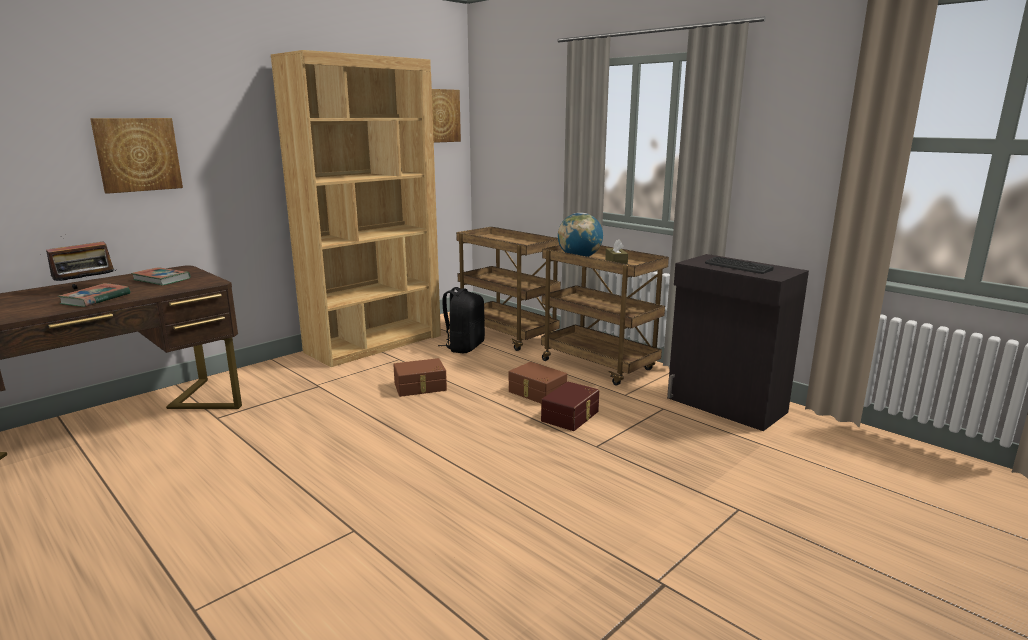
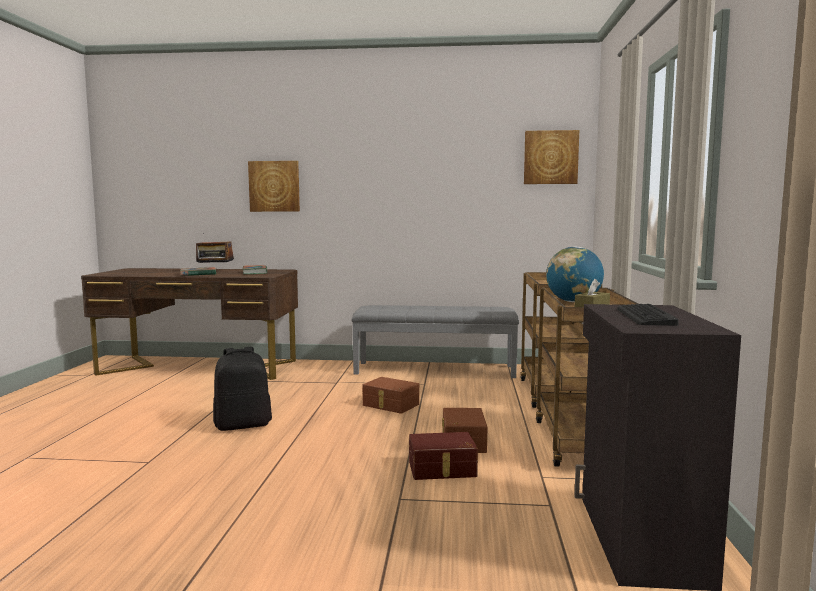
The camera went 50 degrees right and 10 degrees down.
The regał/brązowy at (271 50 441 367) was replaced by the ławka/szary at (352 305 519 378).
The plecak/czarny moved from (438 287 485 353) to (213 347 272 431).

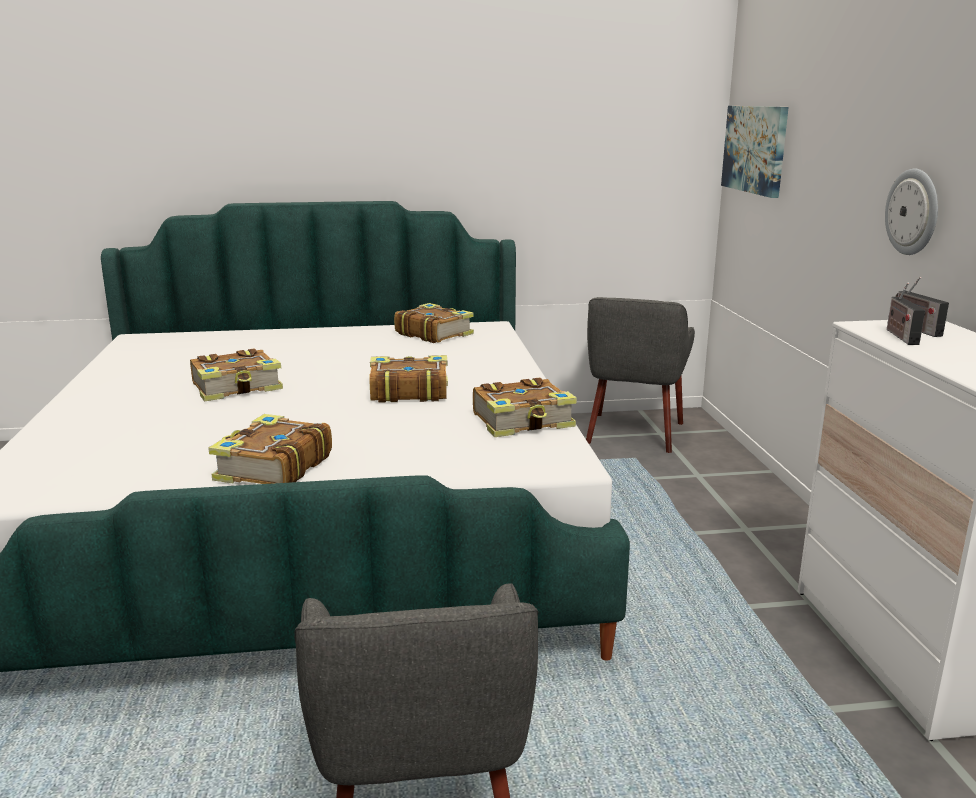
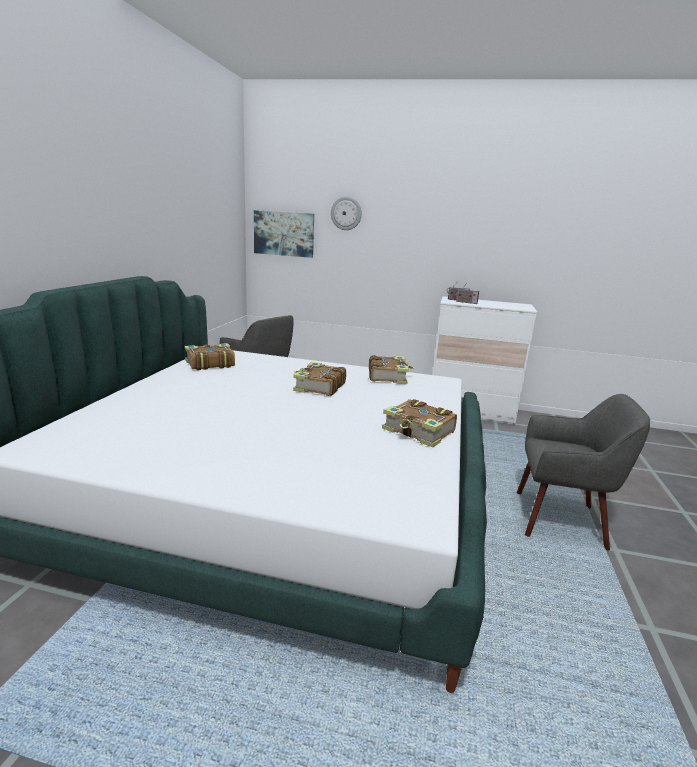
The camera went 70 degrees left and 0 degrees up.
The zegar ścienny moved from (885 168 938 255) to (331 196 362 230).
The książka at (190 348 283 402) disappeared.

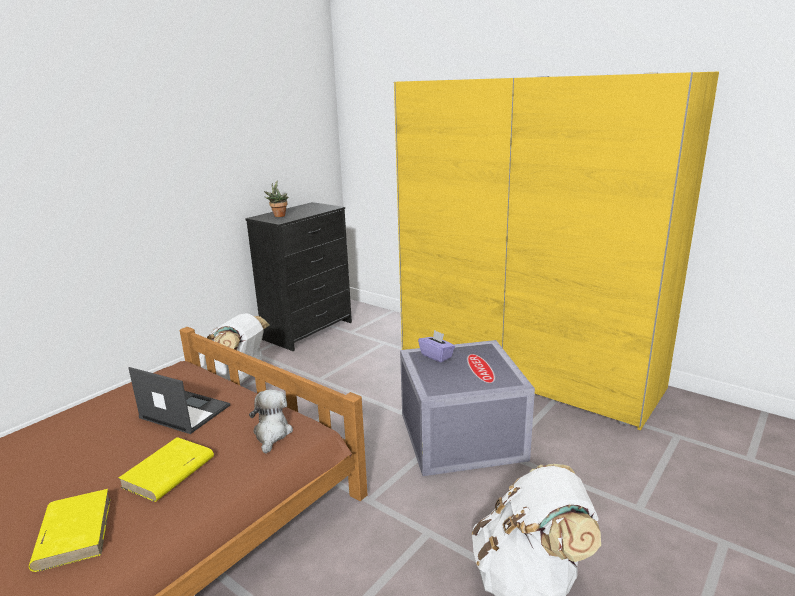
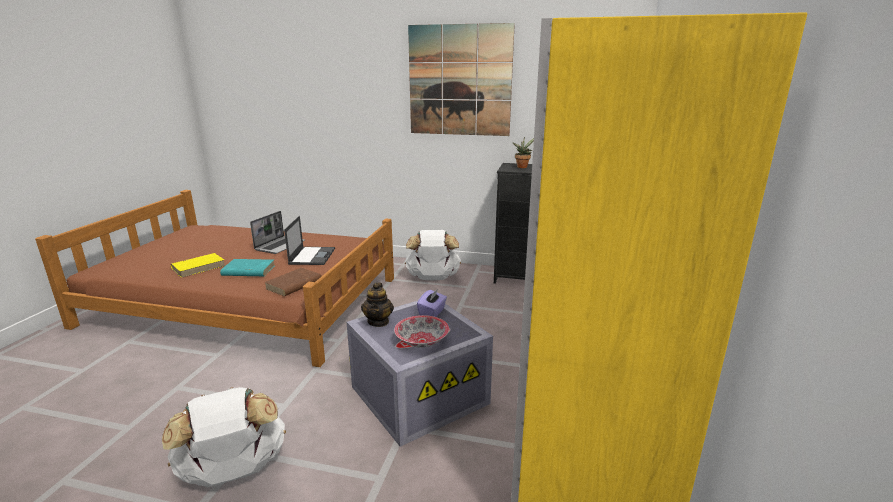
The camera went 65 degrees right and 0 degrees up.
The pluszak at (249 389 293 454) was replaced by the książka/brązowy at (264 268 322 296).
The książka/żółty at (119 437 214 502) became the książka/turkusowy at (220 259 275 276).
The obraz at (408 23 515 136) appeared.
The laptop at (250 211 305 254) appeared.
The imbryk at (361 282 394 327) appeared.
The miska at (394 315 449 348) appeared.

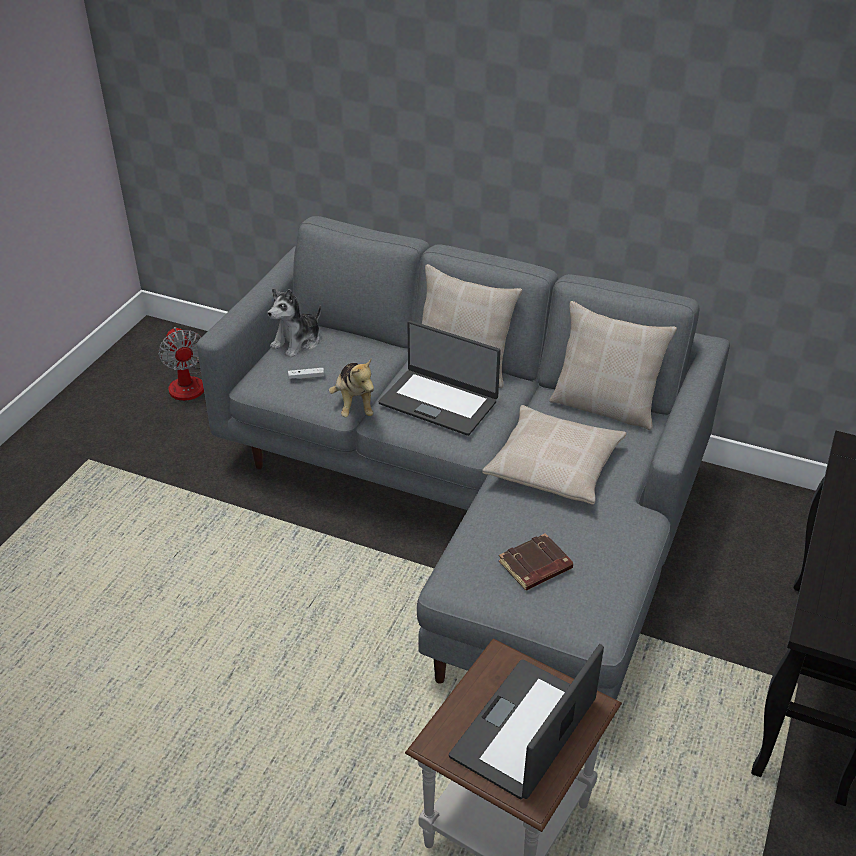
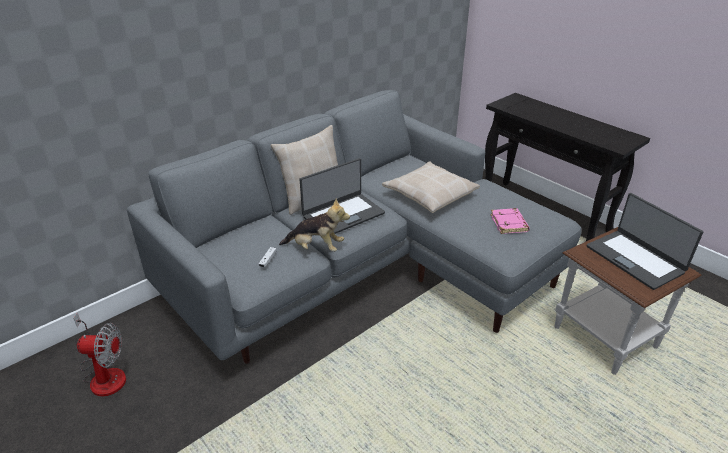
The camera went 65 degrees left and 5 degrees down.
The pluszak at (268 288 321 358) disappeared.
The poduszka/beżowy at (549 301 677 430) disappeared.
The książka/brązowy at (499 533 573 590) became the książka/różowy at (490 208 530 234).

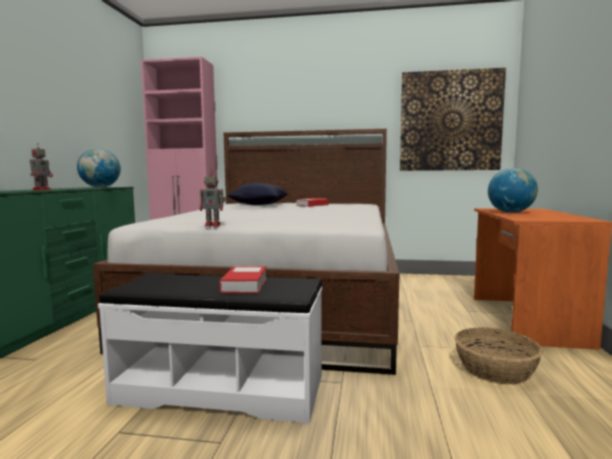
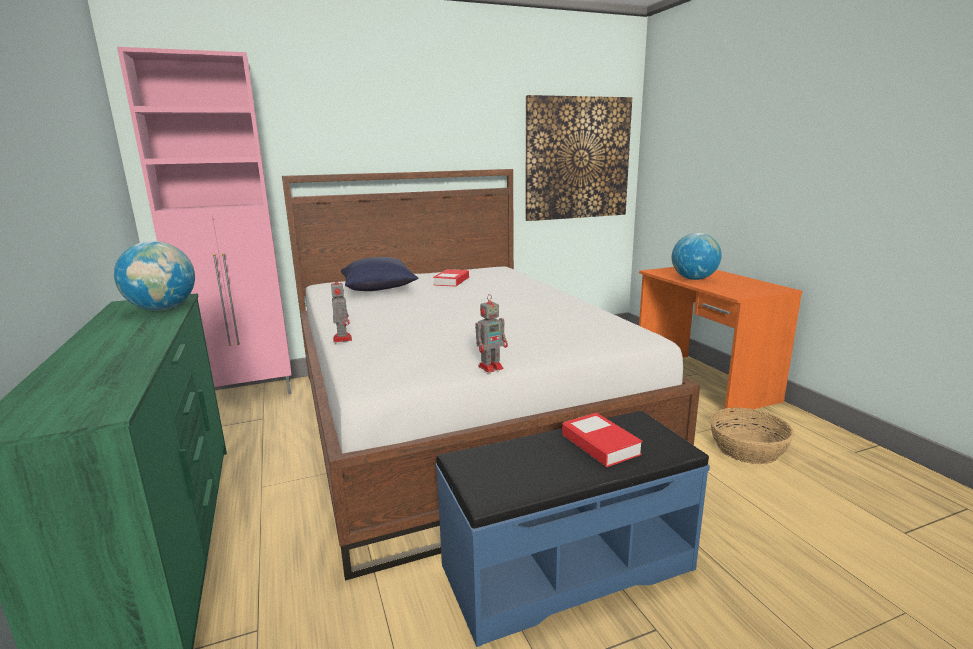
The camera went 30 degrees left and 10 degrees up.
The robot zabawkowy moved from (30 144 53 190) to (331 280 352 342).
The ławka/biały at (98 273 322 424) became the ławka/niebieski at (436 411 710 647).

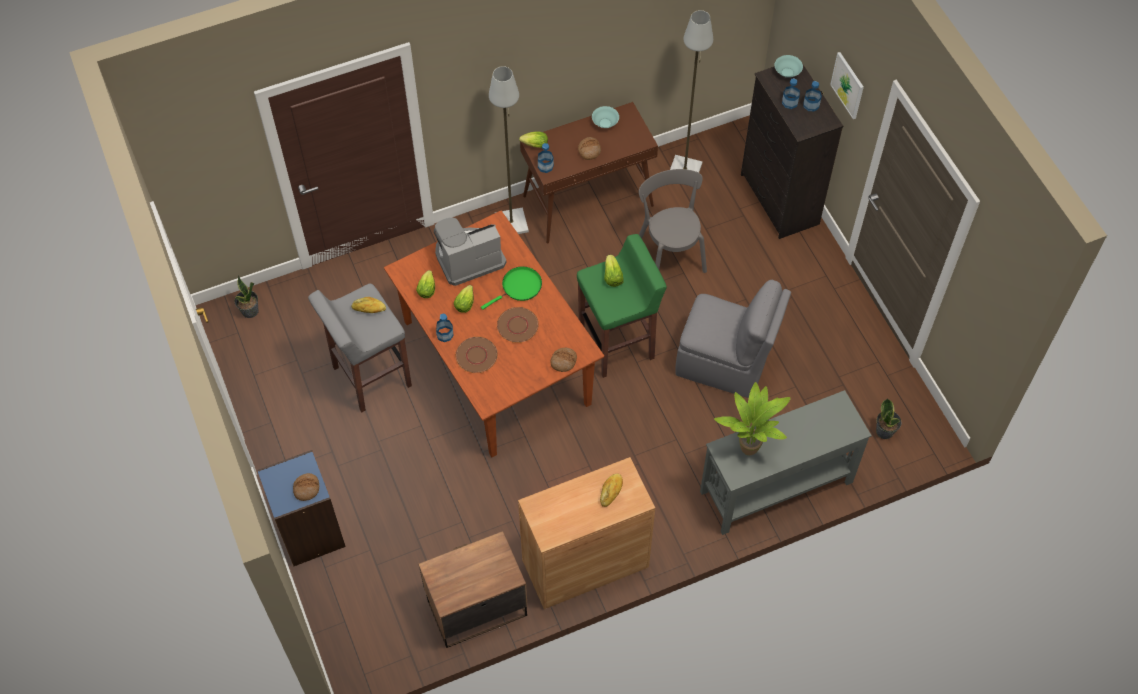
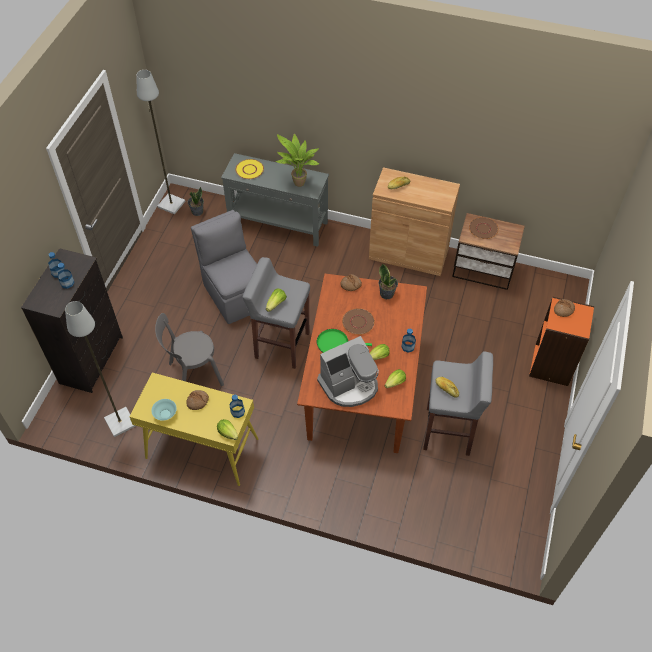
The camera went 140 degrees left and 5 degrees down.
The obraz at (830 52 864 119) disappeared.
The miska/turkusowy at (774 55 803 78) disappeared.
The lampa stojąca/szary moved from (489 66 529 234) to (137 70 185 214).
The stolik konsolowy/brązowy at (520 102 658 243) became the stolik konsolowy/żółty at (130 373 258 486).
The krzesło/szary at (639 169 707 273) turned 45 degrees clockwise.
The ekspres do kawy at (434 217 506 286) turned 45 degrees counterclockwise.
The stołek/zielony at (577 234 667 378) became the stołek/szary at (242 257 310 369).
The roślina doniczkowa moved from (235 276 259 318) to (379 264 398 299).
The talerz/brązowy moved from (455 336 498 373) to (469 217 499 239).
The regał/niebieski at (257 450 346 567) became the regał/pomarańczowy at (529 297 594 386).
The talerz/żółty at (235 159 264 179) appeared.

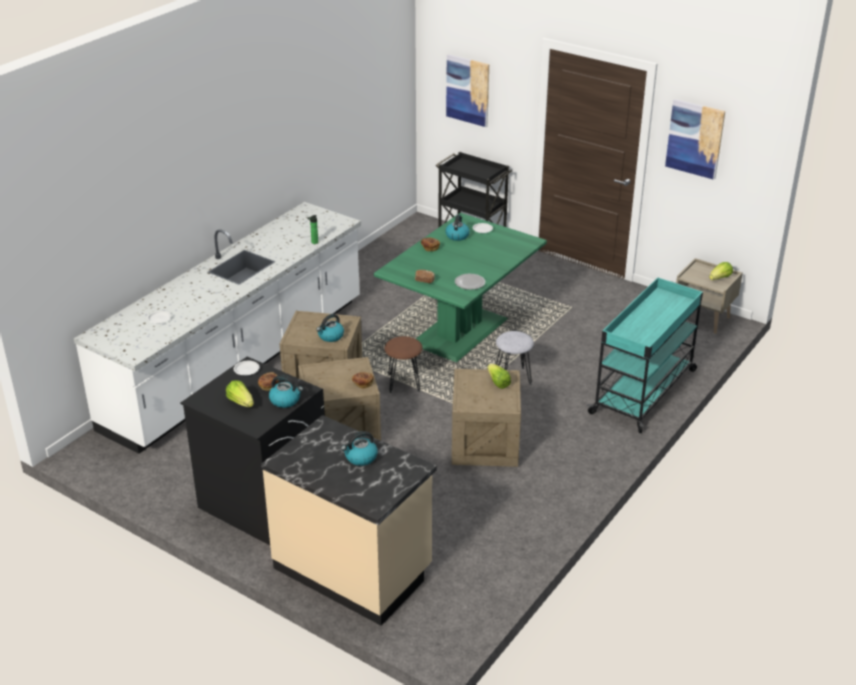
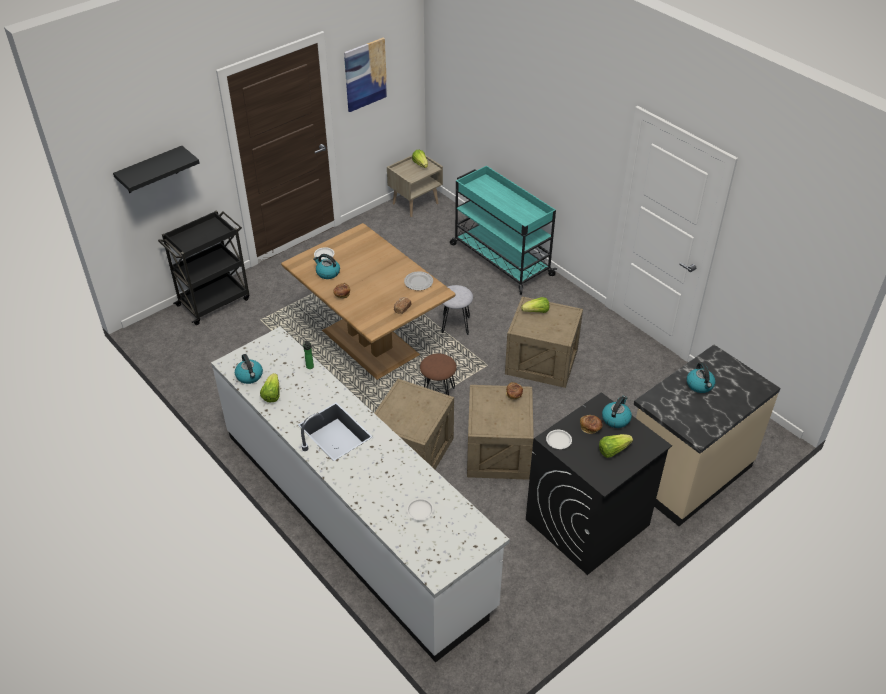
The camera went 75 degrees left and 10 degrees up.
The obraz at (446 54 489 127) was replaced by the półka/czarny at (113 146 200 193).
The stół jadalny/zielony at (374 213 547 362) became the stół jadalny/brązowy at (281 223 455 380).
The czajnik moved from (316 314 344 342) to (235 354 263 384).
The sałata at (260 373 280 402) appeared.

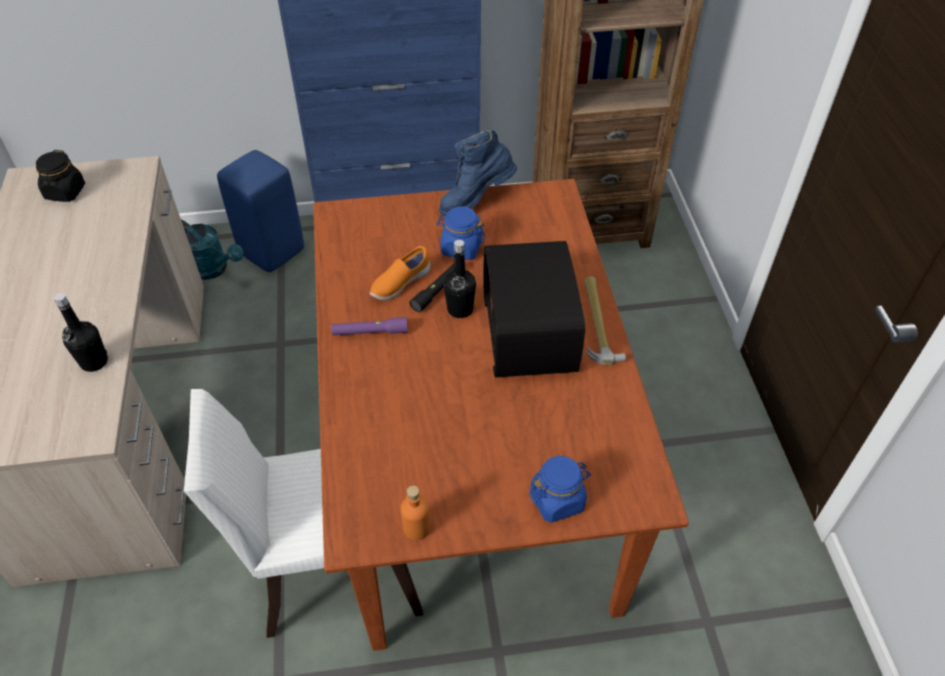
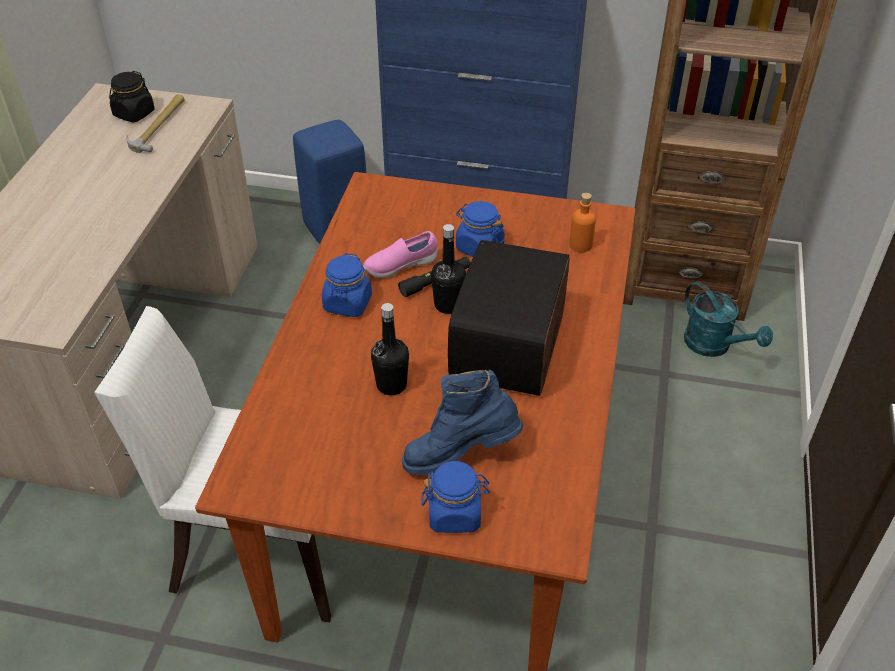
The camera went 20 degrees right and 5 degrees down.
The but z cholewką/niebieski moved from (439 129 517 217) to (402 369 523 474).
The konewka/turkusowy moved from (181 220 244 280) to (684 281 773 357).
The but/pomarańczowy at (370 246 430 300) became the but/różowy at (363 231 438 278).
The młotek moved from (584 277 626 365) to (126 94 185 153).
The butelka/czarny moved from (54 293 108 372) to (371 303 409 395).
The latarka/fioletowy at (331 317 408 335) was replaced by the słoik/niebieski at (322 253 372 317).
The butelka/pomarańczowy moved from (400 486 431 540) to (569 193 596 253).

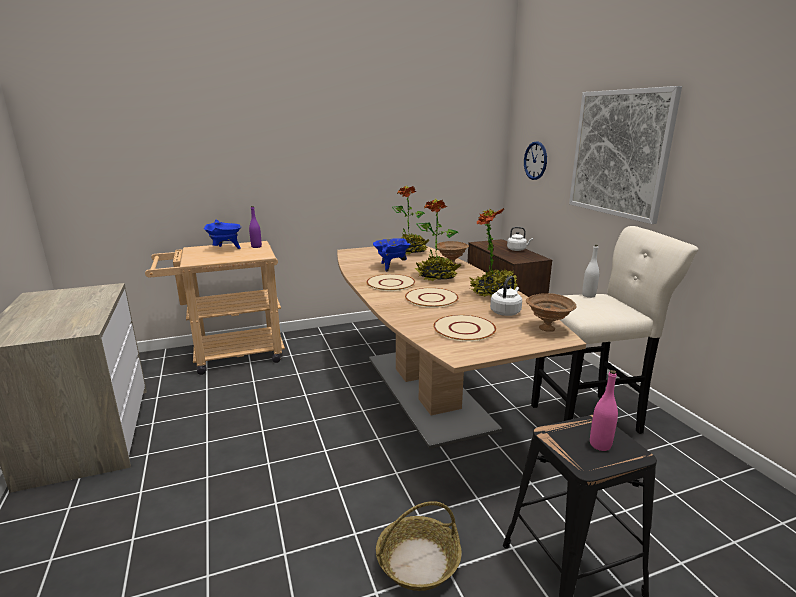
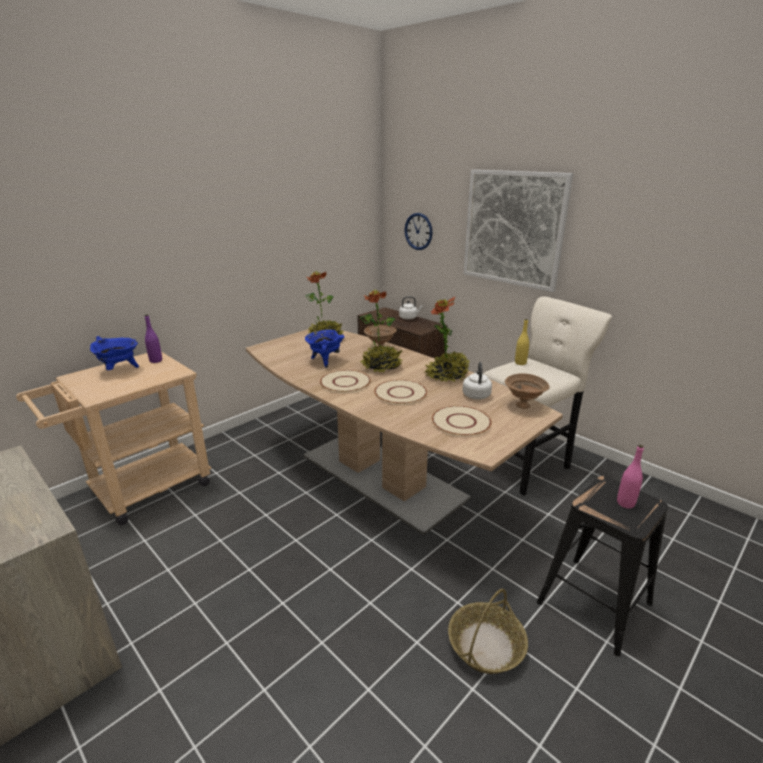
The camera went 25 degrees left and 5 degrees up.
The butelka/biały at (582 245 599 298) became the butelka/żółty at (515 319 529 365).

